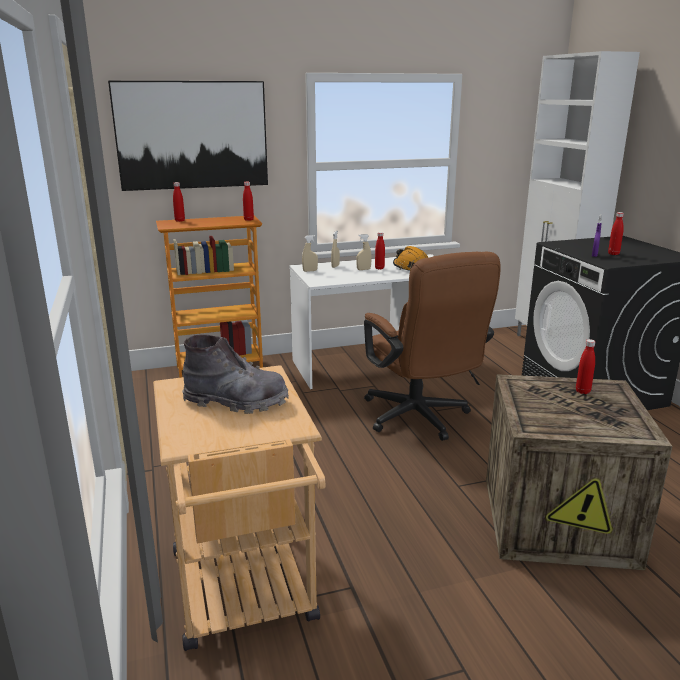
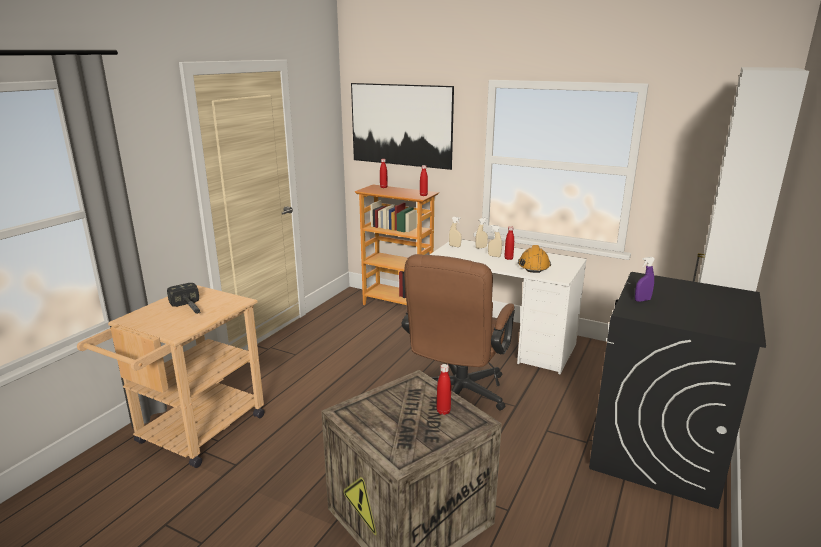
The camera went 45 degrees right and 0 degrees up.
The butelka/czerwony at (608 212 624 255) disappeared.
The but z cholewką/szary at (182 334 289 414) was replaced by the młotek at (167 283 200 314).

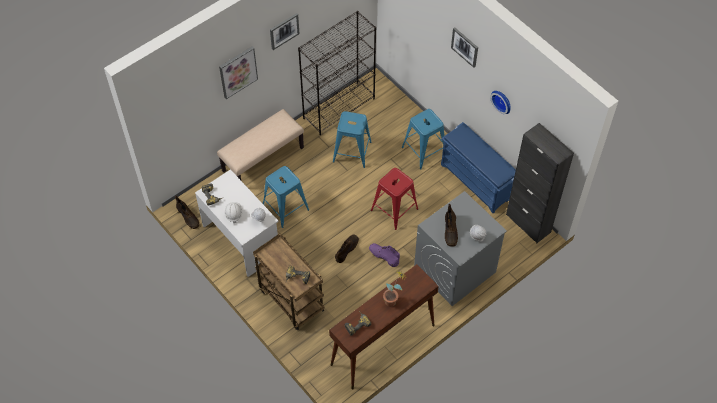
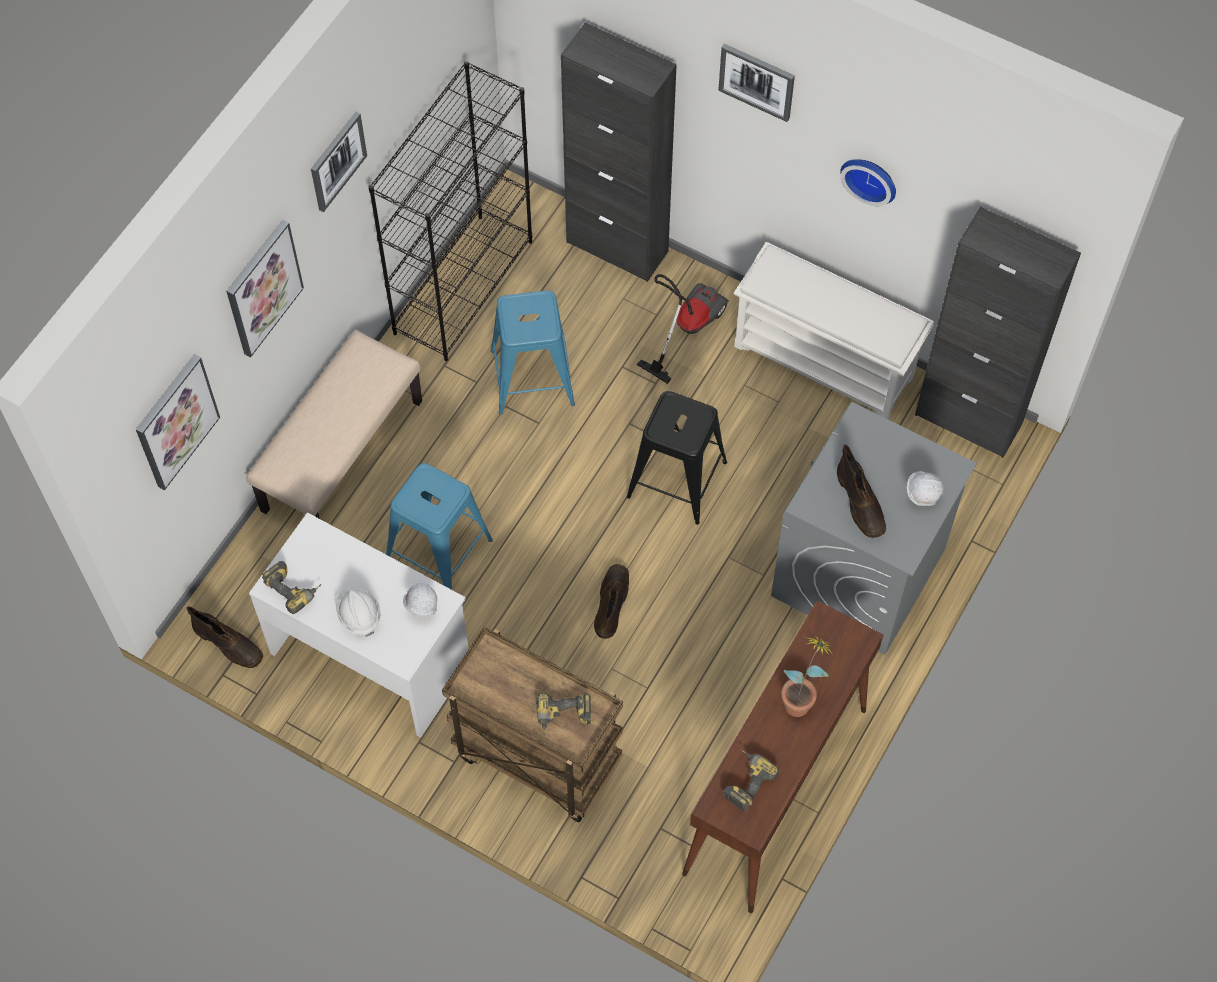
The camera went 20 degrees left and 5 degrees up.
The stołek/niebieski at (402 109 445 170) was replaced by the odkurzacz at (636 274 729 384).
The regał na buty/niebieski at (441 122 516 213) became the regał na buty/biały at (734 242 934 419).
The stołek/czerwony at (371 168 418 230) became the stołek/czarny at (627 391 727 525).
The but z cholewką/fioletowy at (369 243 400 267) disappeared.
The szafka/czarny at (561 23 677 282) appeared.
The obraz at (136 354 220 490) appeared.

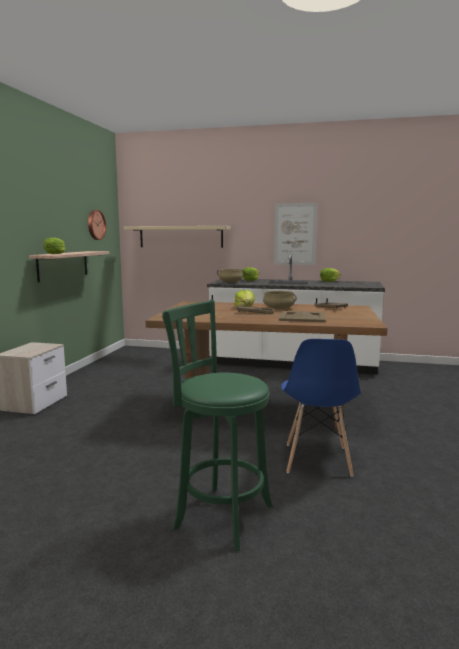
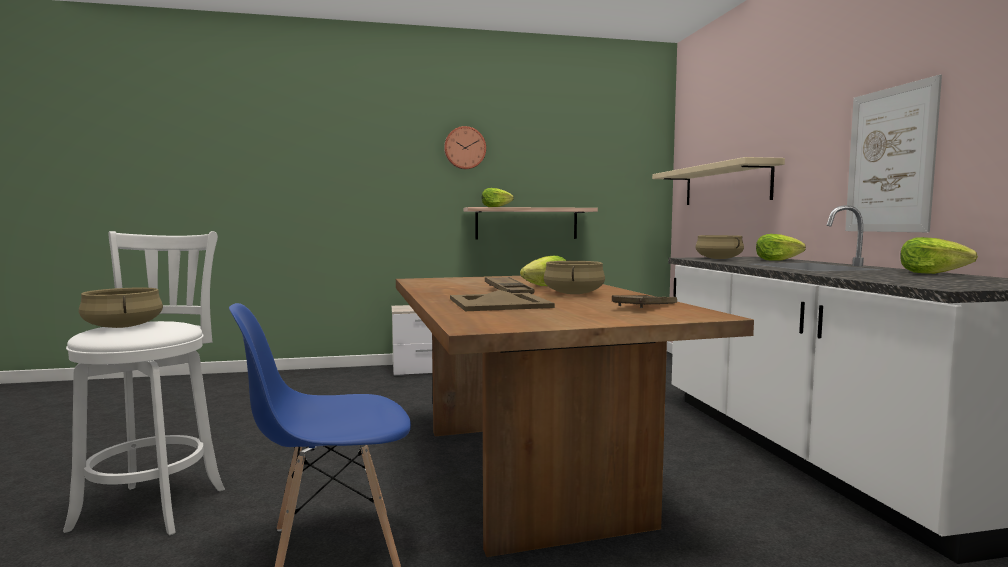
The camera went 65 degrees right and 5 degrees down.
The zegar ścienny moved from (88 210 106 240) to (444 126 486 169).
The stołek/zielony at (162 299 273 551) became the stołek/biały at (63 231 225 535).
The garnek/beżowy at (79 288 163 328) appeared.

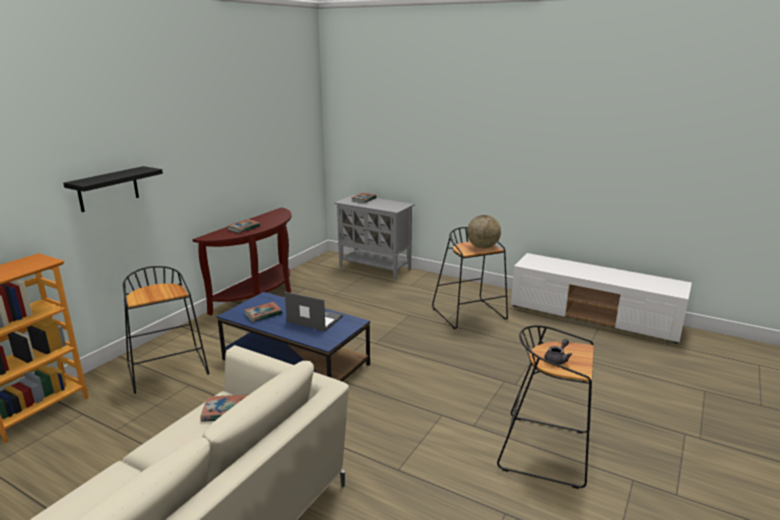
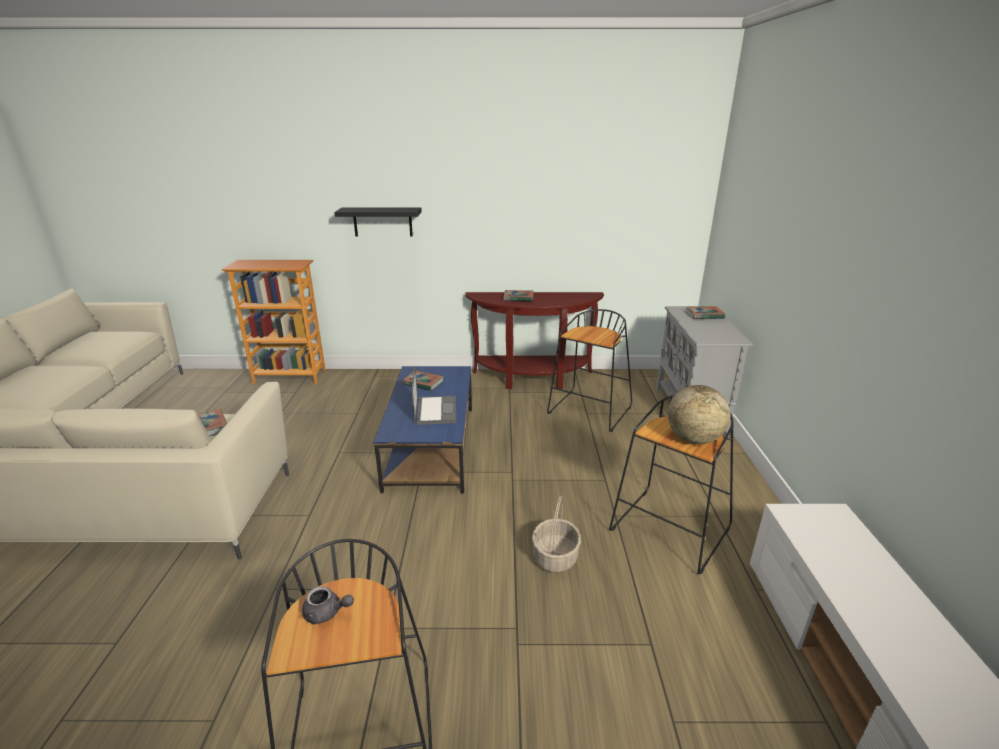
The camera went 60 degrees right and 5 degrees up.
The stołek/czarny moved from (123 266 209 394) to (547 309 632 432).
The koszyk at (532 496 581 573) appeared.

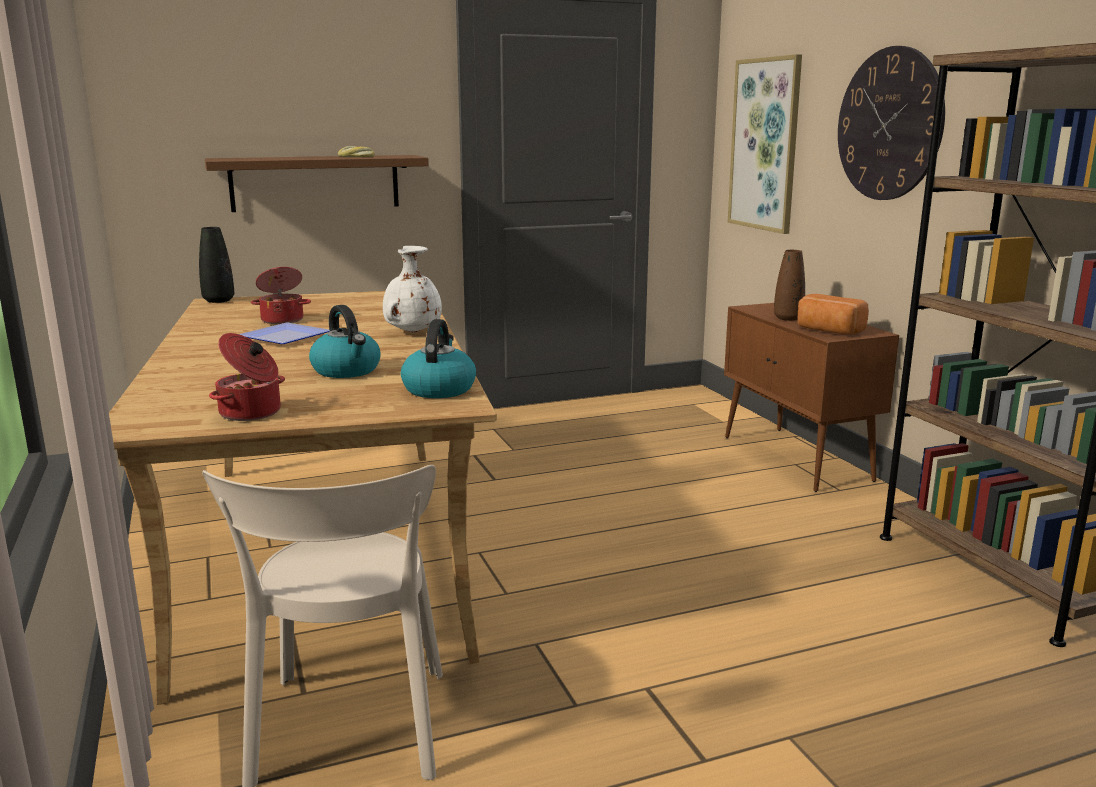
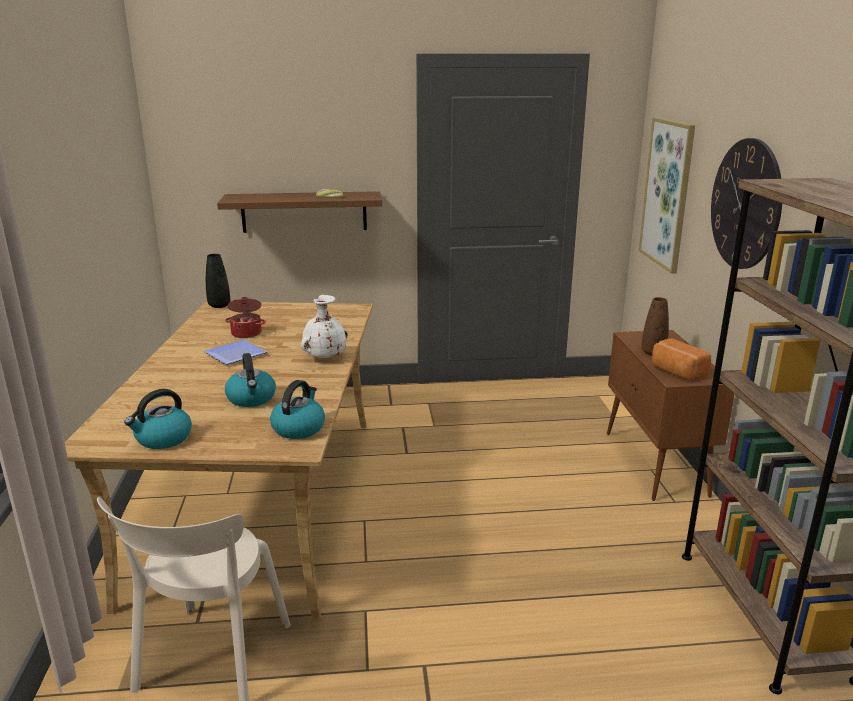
The camera went 15 degrees right and 5 degrees up.
The garnek at (209 333 285 421) was replaced by the czajnik at (124 389 192 449).

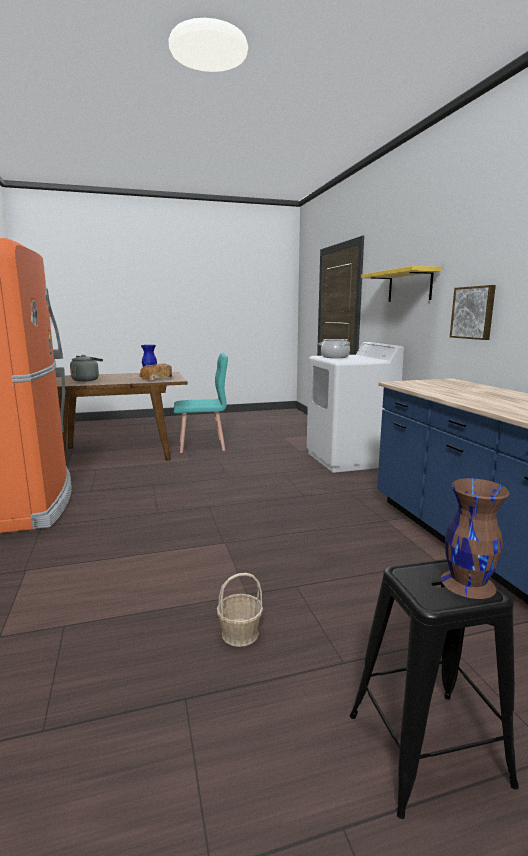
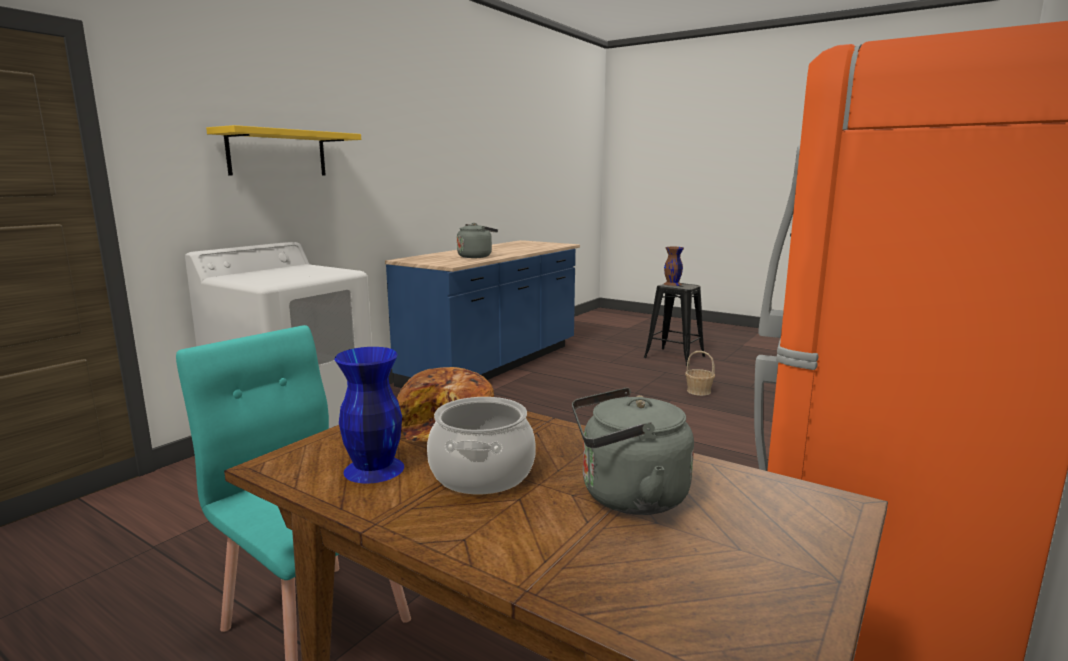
The camera went 130 degrees left and 0 degrees up.
The obraz at (450 285 496 340) disappeared.
The garnek moved from (321 339 350 358) to (427 397 536 494).
The czajnik/szary at (457 223 498 258) appeared.

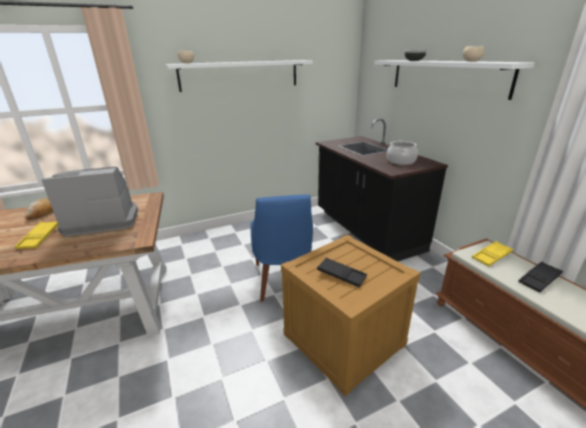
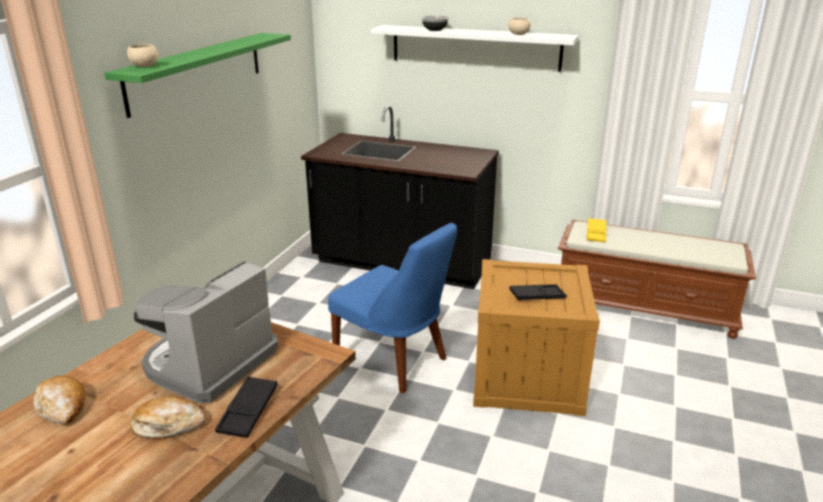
The camera went 45 degrees left and 0 degrees up.
The półka/biały at (165 60 313 92) became the półka/zielony at (104 33 291 118).
The garnek at (387 141 418 165) disappeared.
The taca/żółty at (15 222 58 249) was replaced by the chleb at (130 397 205 438).
The taca/czarny moved from (518 261 563 292) to (215 376 278 438).

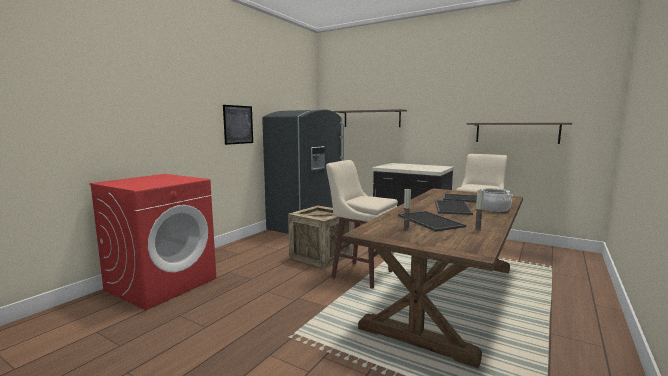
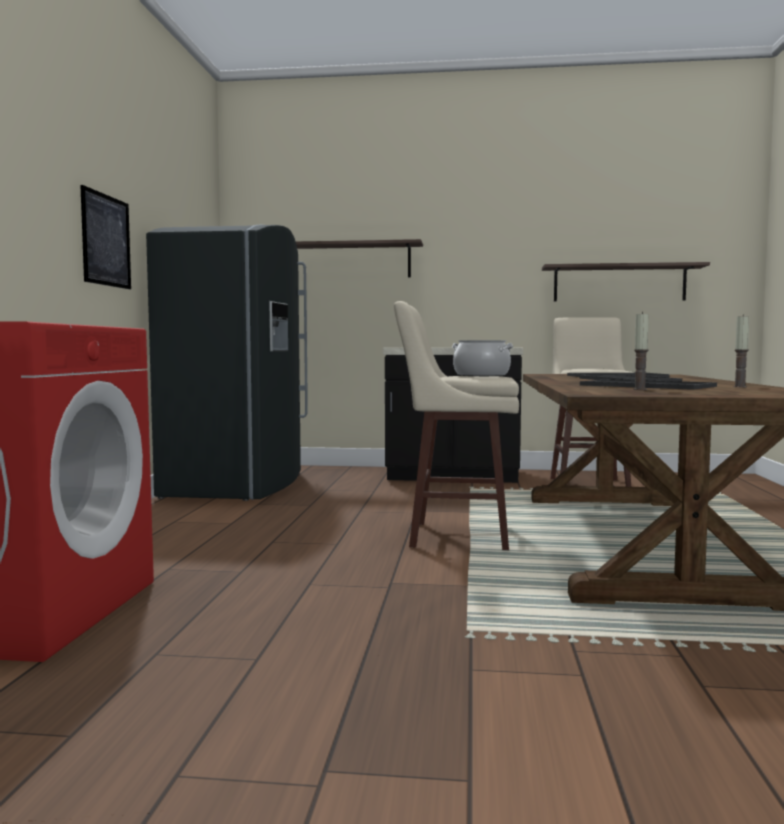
The camera went 25 degrees left and 5 degrees down.
The garnek moved from (480 188 513 212) to (452 340 513 376).
The skrzynka at (288 205 353 269) disappeared.

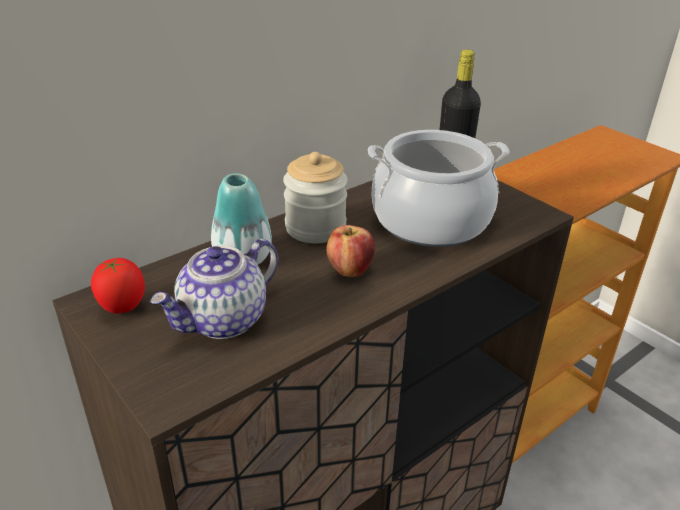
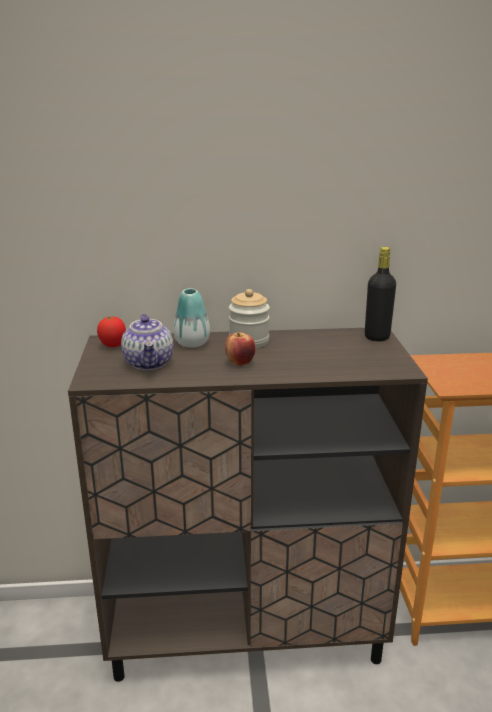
The camera went 35 degrees right and 10 degrees down.
The garnek at (368 130 509 247) disappeared.
The imbryk at (150 238 278 339) turned 90 degrees counterclockwise.

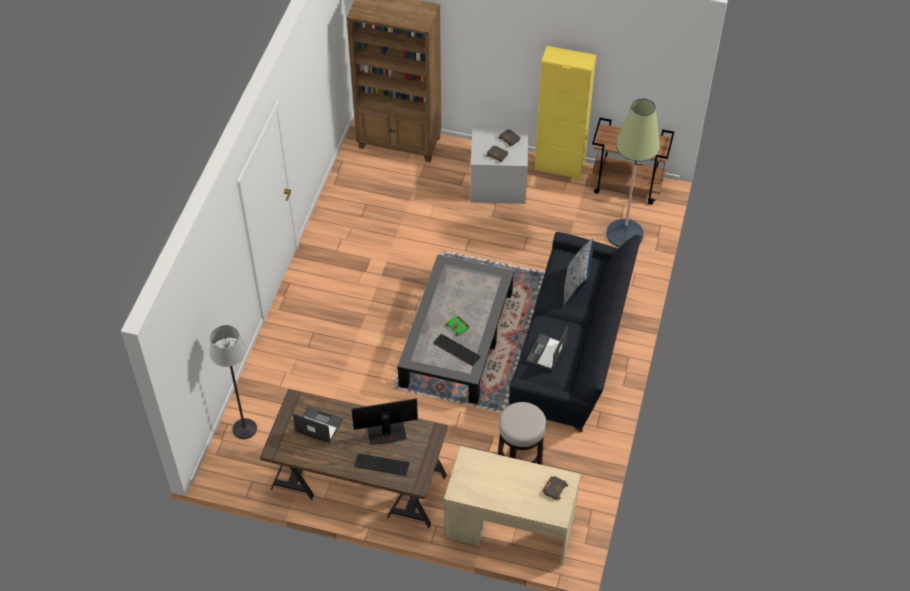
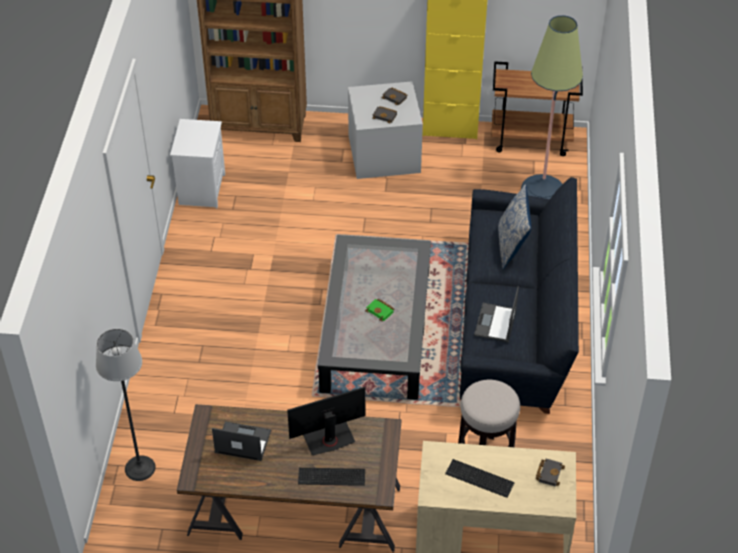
The camera went 10 degrees left and 5 degrees down.
The klawiatura moved from (433 334 481 366) to (445 459 515 498).
The szafka nocna/biały at (170 119 225 208) appeared.

